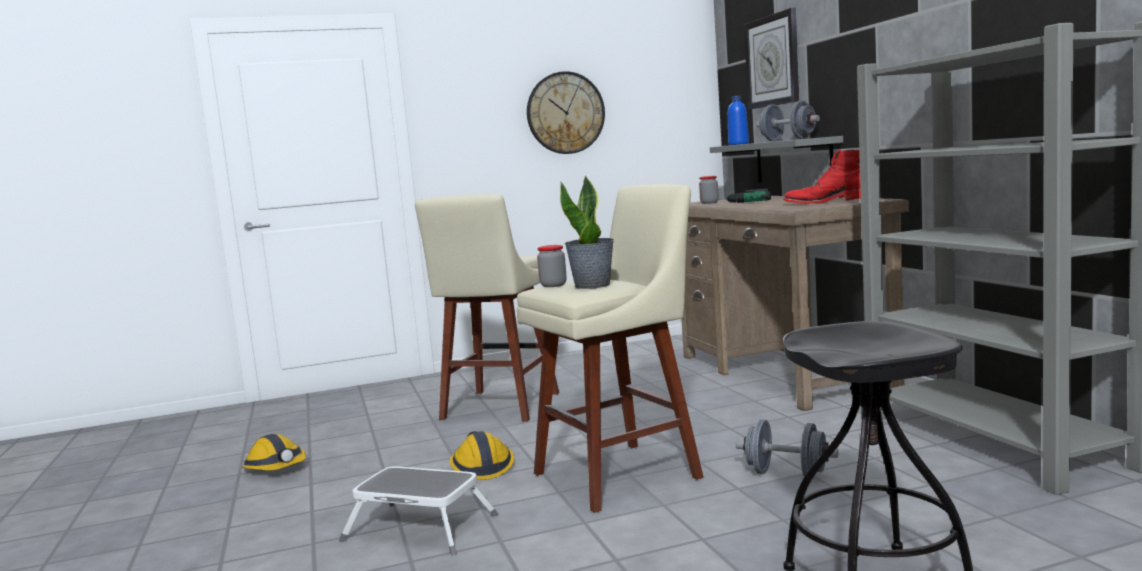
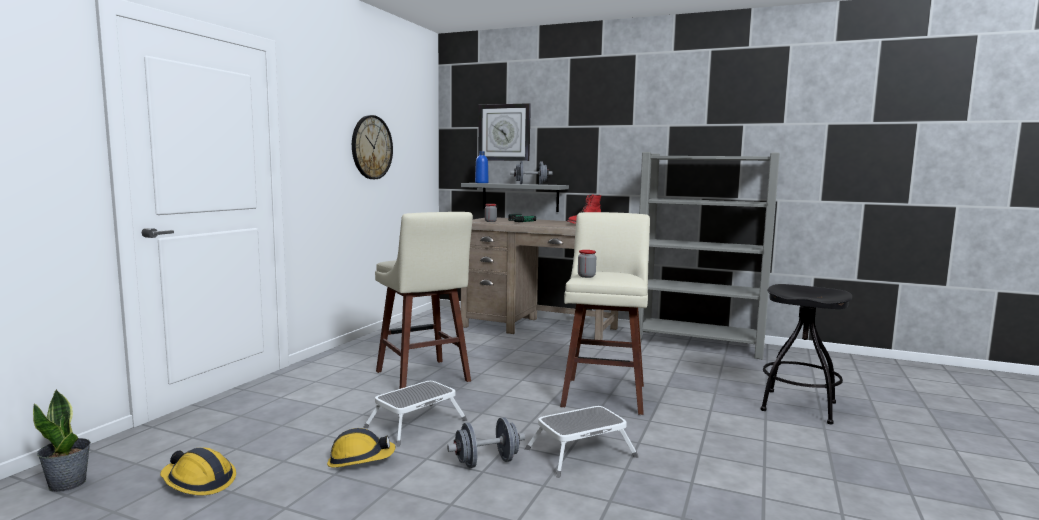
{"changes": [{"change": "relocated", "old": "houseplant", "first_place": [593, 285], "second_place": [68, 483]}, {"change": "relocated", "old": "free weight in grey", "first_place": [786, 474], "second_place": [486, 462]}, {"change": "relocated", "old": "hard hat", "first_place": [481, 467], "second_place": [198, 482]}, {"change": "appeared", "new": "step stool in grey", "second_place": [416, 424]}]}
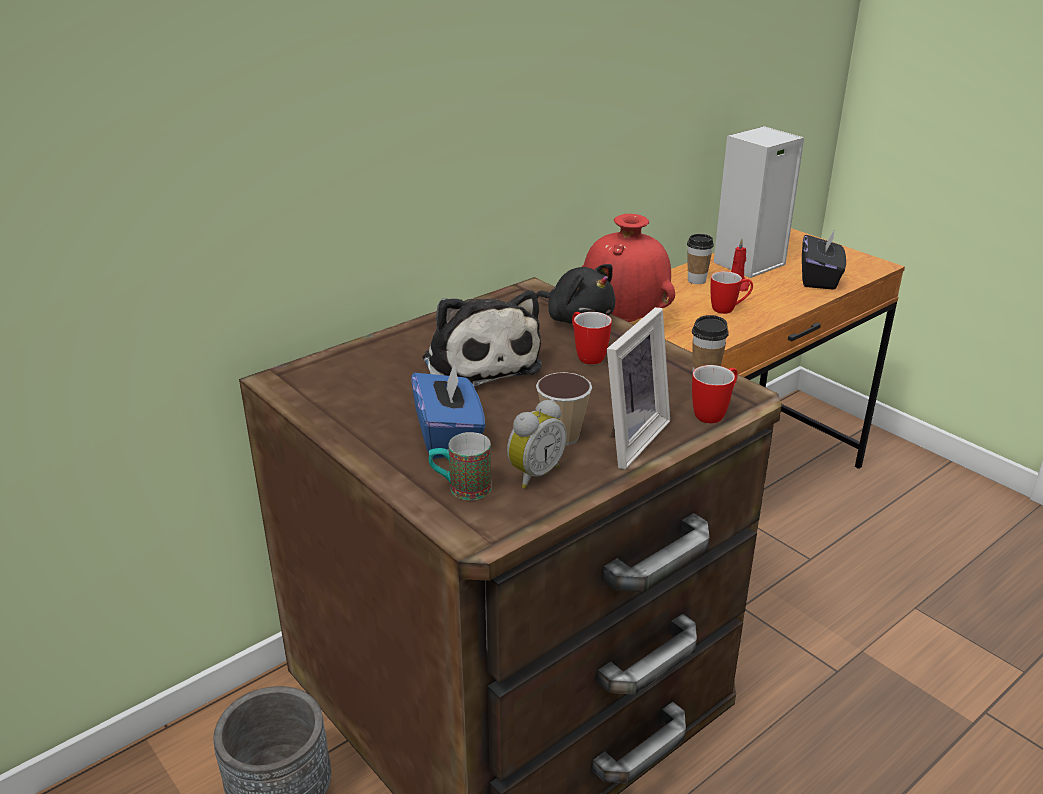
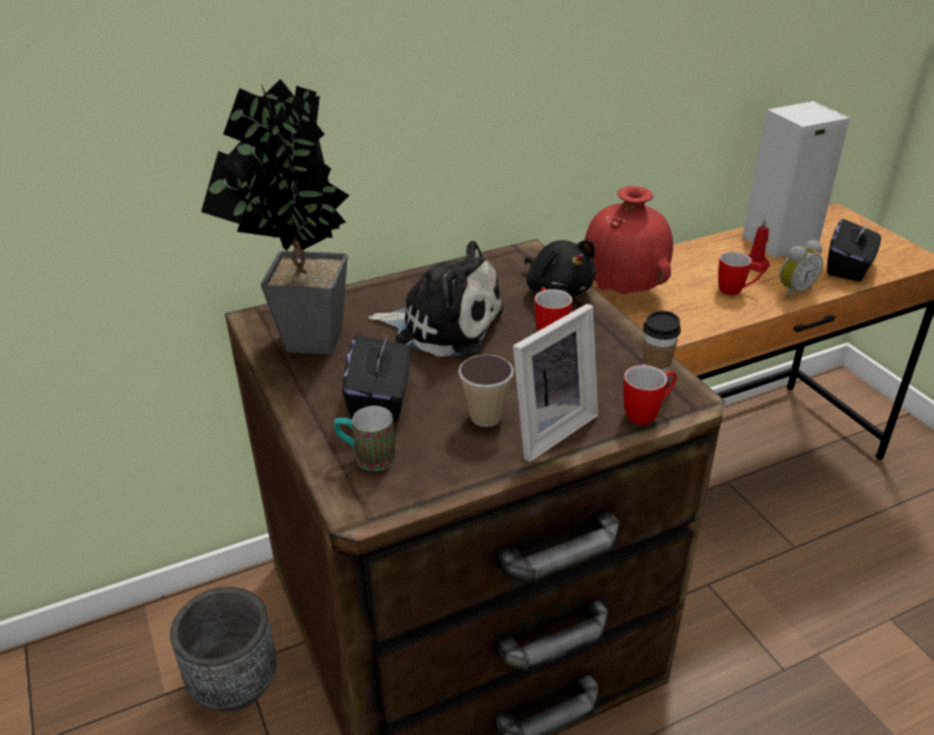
{"changes": [{"change": "missing", "old": "drinking cup", "first_place": [696, 280]}, {"change": "spun", "old": "cuddly toy", "first_place": [479, 362], "second_place": [443, 325], "degrees": -60}, {"change": "colour", "old": "box of tissues in bluish", "new": "box of tissues in black-coloured", "first_place": [449, 436], "second_place": [380, 400]}, {"change": "relocated", "old": "table clock", "first_place": [533, 474], "second_place": [793, 291]}, {"change": "appeared", "new": "houseplant", "second_place": [306, 344]}]}
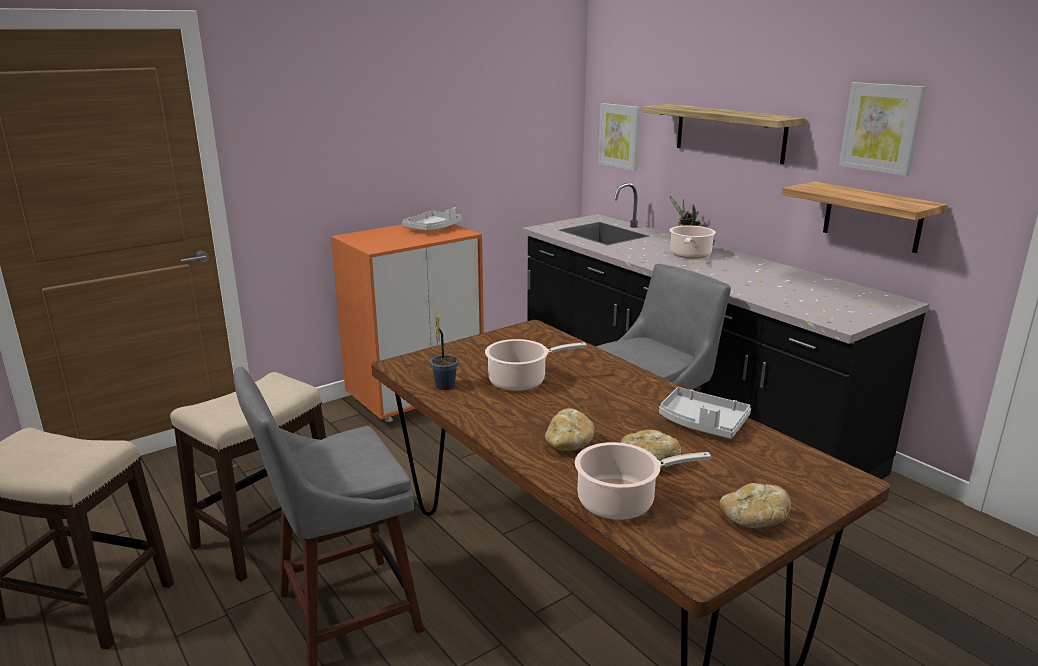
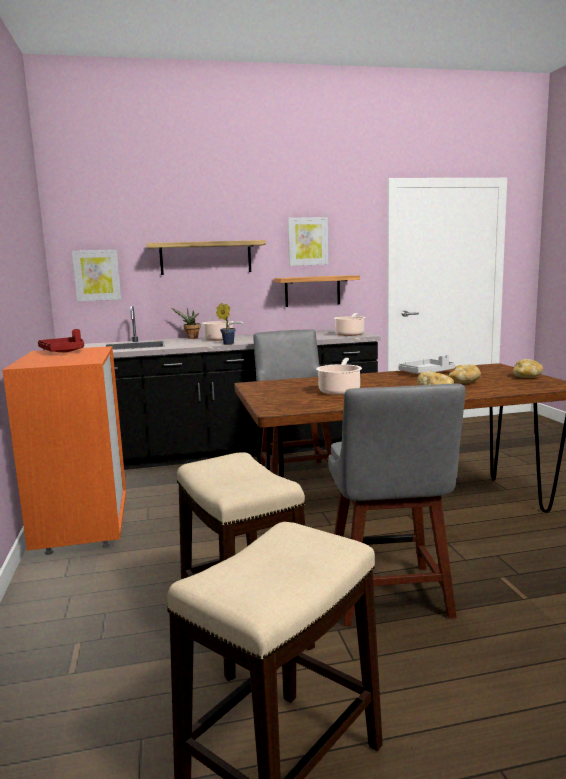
{"changes": [{"change": "colour", "old": "tray in grey", "new": "tray in red-coloured", "first_place": [433, 228], "second_place": [64, 352]}, {"change": "relocated", "old": "houseplant", "first_place": [445, 385], "second_place": [227, 344]}, {"change": "relocated", "old": "cooking pot", "first_place": [621, 501], "second_place": [350, 334]}]}
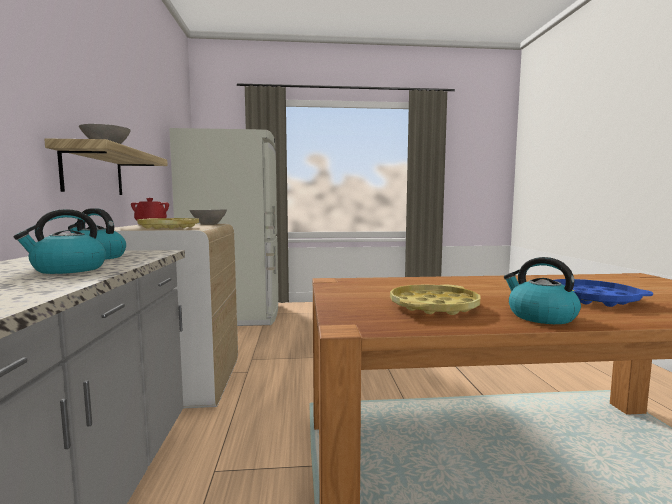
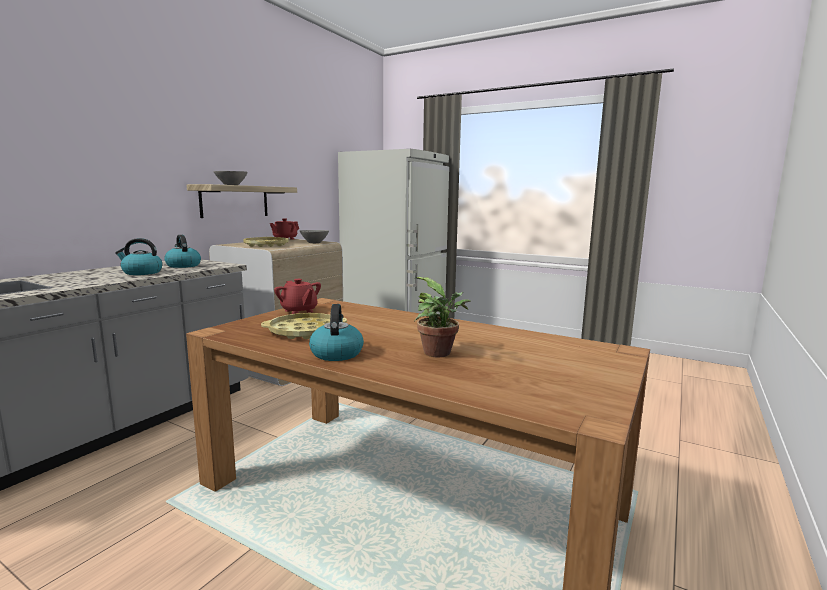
{"changes": [{"change": "exchanged", "old": "tray in bluish", "new": "houseplant", "first_place": [590, 299], "second_place": [440, 354]}, {"change": "appeared", "new": "tea pot in red-coloured", "second_place": [299, 311]}]}
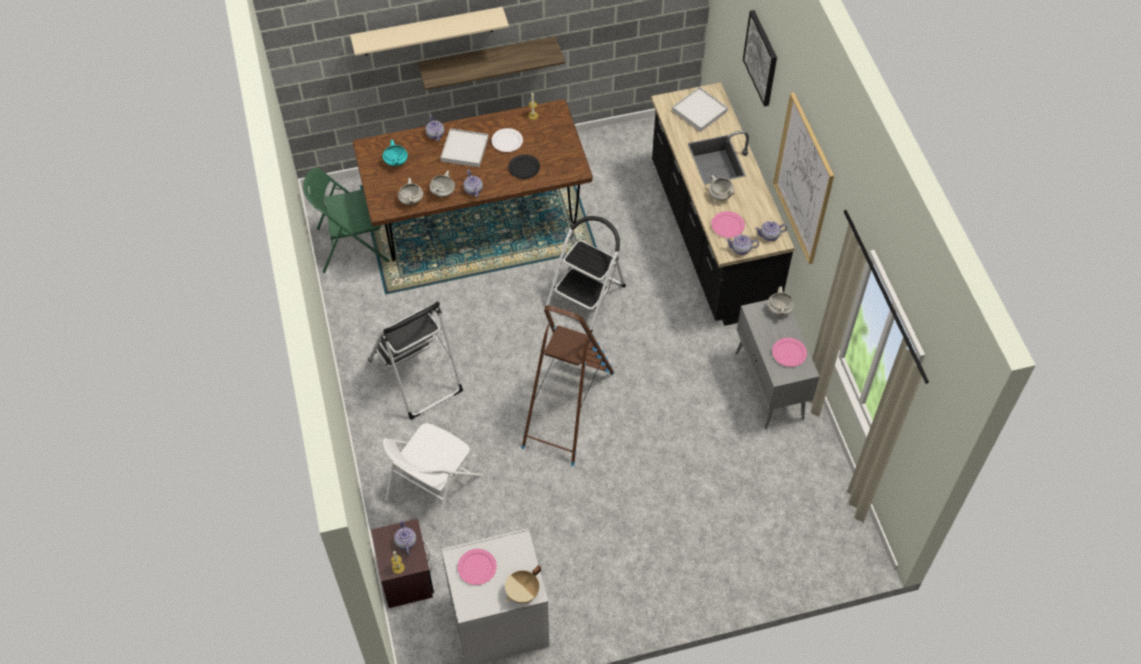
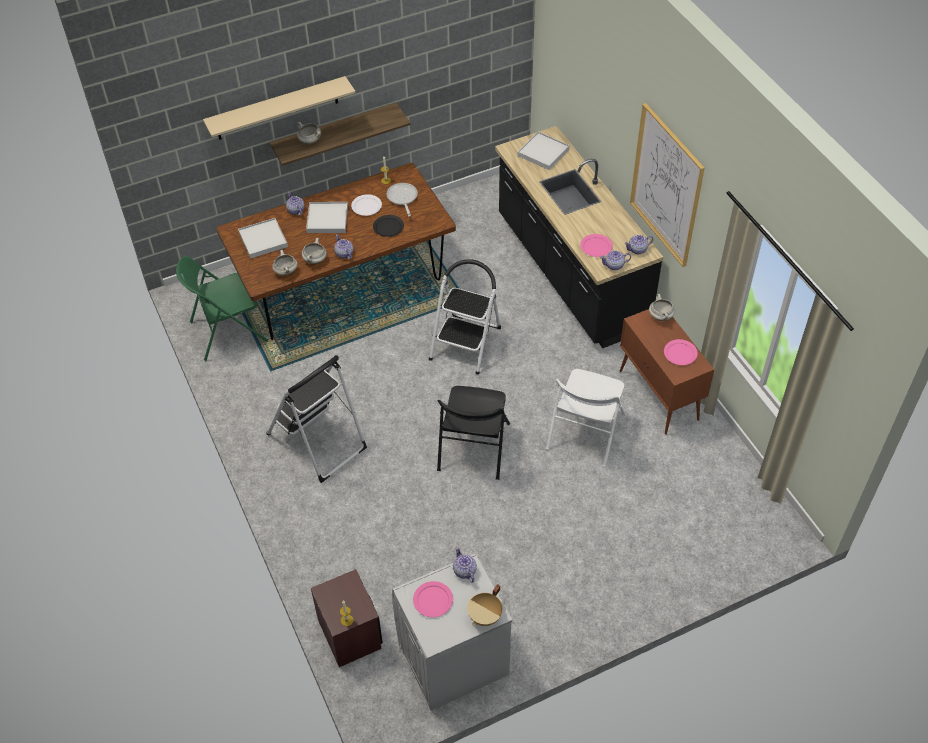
{"changes": [{"change": "missing", "old": "picture", "first_place": [761, 58]}, {"change": "exchanged", "old": "cooking pot in blue-green", "new": "tray in white", "first_place": [396, 162], "second_place": [263, 240]}, {"change": "relocated", "old": "cooking pot in white", "first_place": [720, 195], "second_place": [309, 141]}, {"change": "colour", "old": "storage cabinet in grey", "new": "storage cabinet in brown", "first_place": [769, 387], "second_place": [659, 396]}, {"change": "exchanged", "old": "step stool in brown", "new": "plain chair in black-coloured", "first_place": [568, 408], "second_place": [473, 447]}, {"change": "relocated", "old": "plain chair in white", "first_place": [433, 487], "second_place": [585, 432]}, {"change": "relocated", "old": "tea pot", "first_place": [405, 542], "second_place": [464, 571]}, {"change": "appeared", "new": "pan", "second_place": [402, 198]}]}
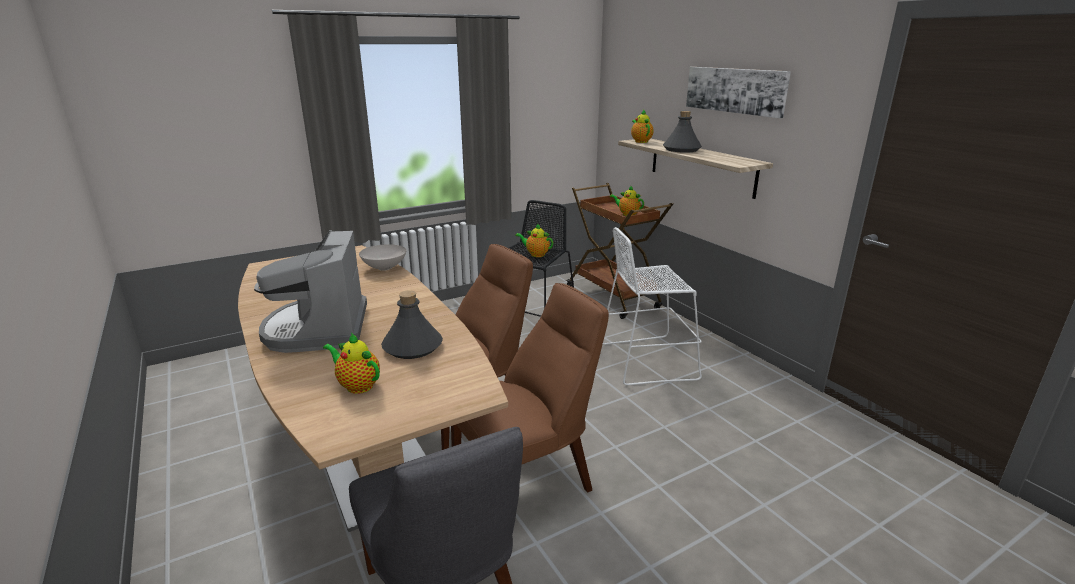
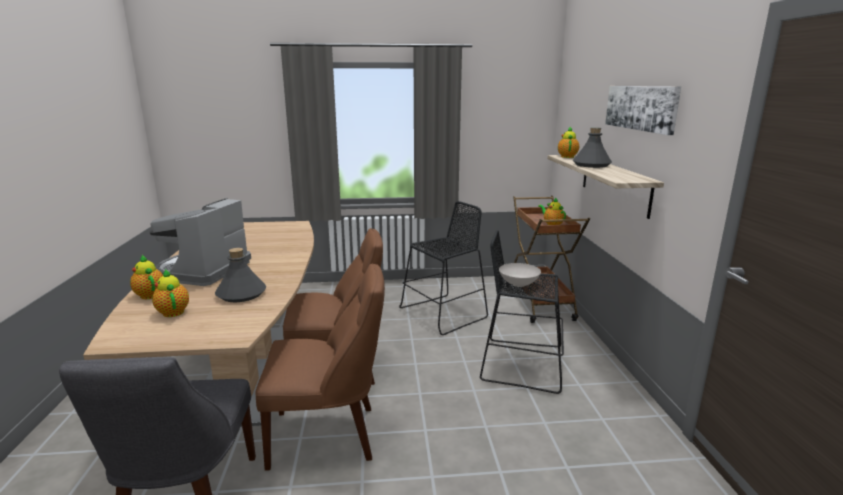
{"changes": [{"change": "relocated", "old": "tea pot", "first_place": [536, 254], "second_place": [149, 294]}, {"change": "colour", "old": "stool in white", "new": "stool in black-coloured", "first_place": [648, 360], "second_place": [524, 364]}, {"change": "relocated", "old": "serving bowl in white", "first_place": [384, 268], "second_place": [519, 284]}]}
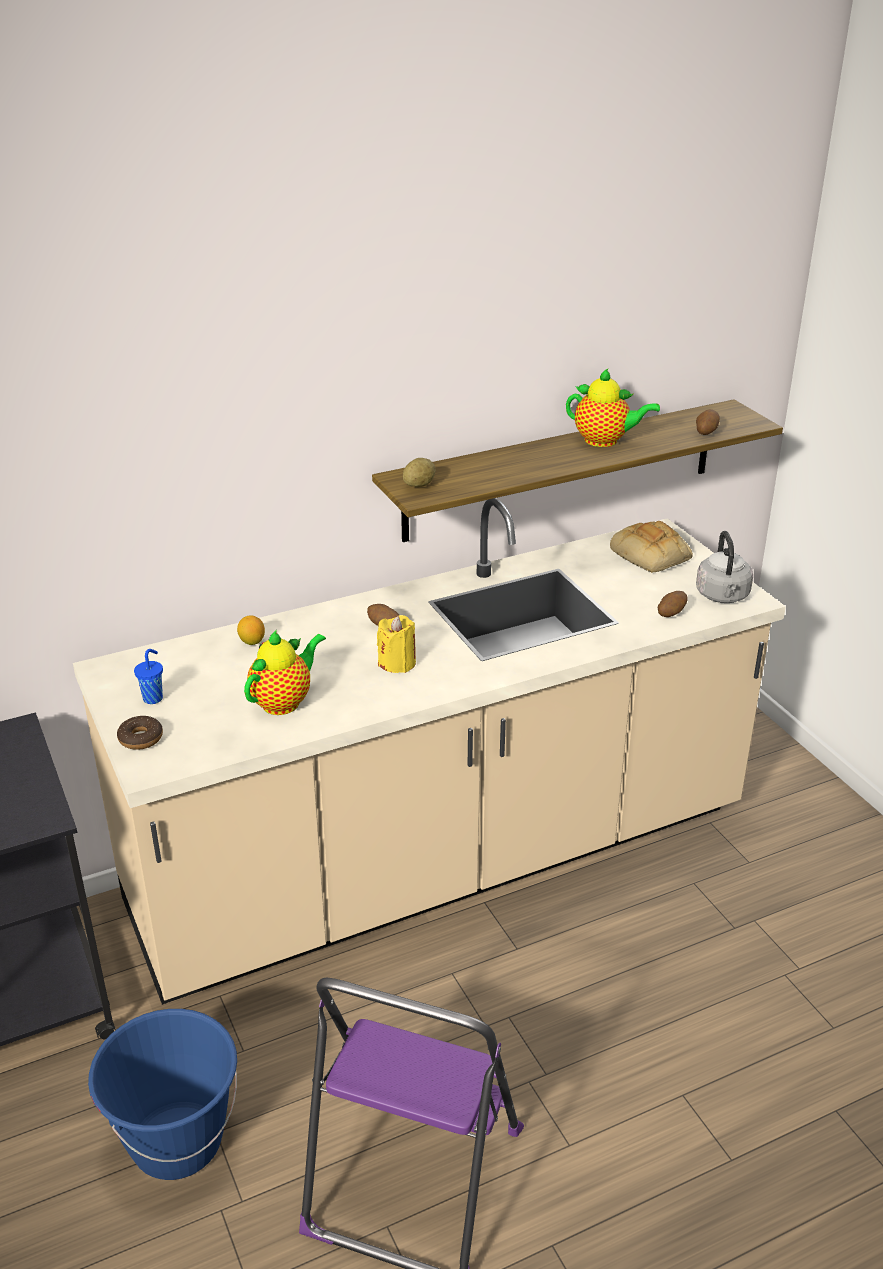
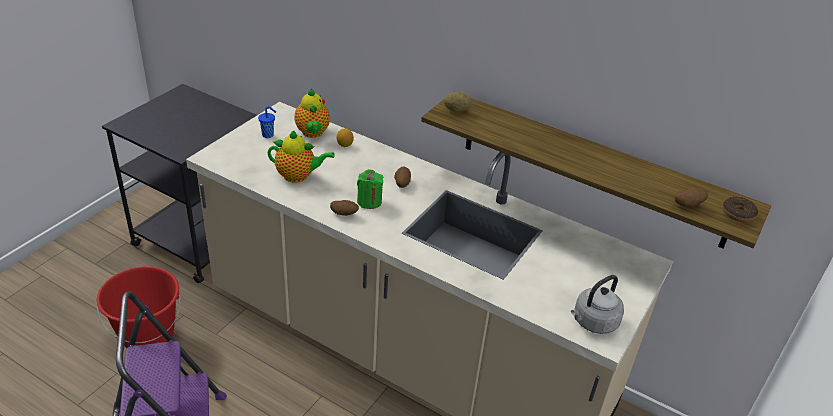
{"changes": [{"change": "relocated", "old": "tea pot", "first_place": [605, 441], "second_place": [312, 133]}, {"change": "missing", "old": "baked bread", "first_place": [652, 555]}, {"change": "relocated", "old": "spud", "first_place": [670, 614], "second_place": [344, 214]}, {"change": "colour", "old": "wax light in yellow-coloured", "new": "wax light in green-coloured", "first_place": [397, 663], "second_place": [369, 201]}, {"change": "relocated", "old": "ring doughnut", "first_place": [140, 738], "second_place": [738, 213]}, {"change": "colour", "old": "water bucket in bluish", "new": "water bucket in red-coloured", "first_place": [176, 1142], "second_place": [148, 337]}]}
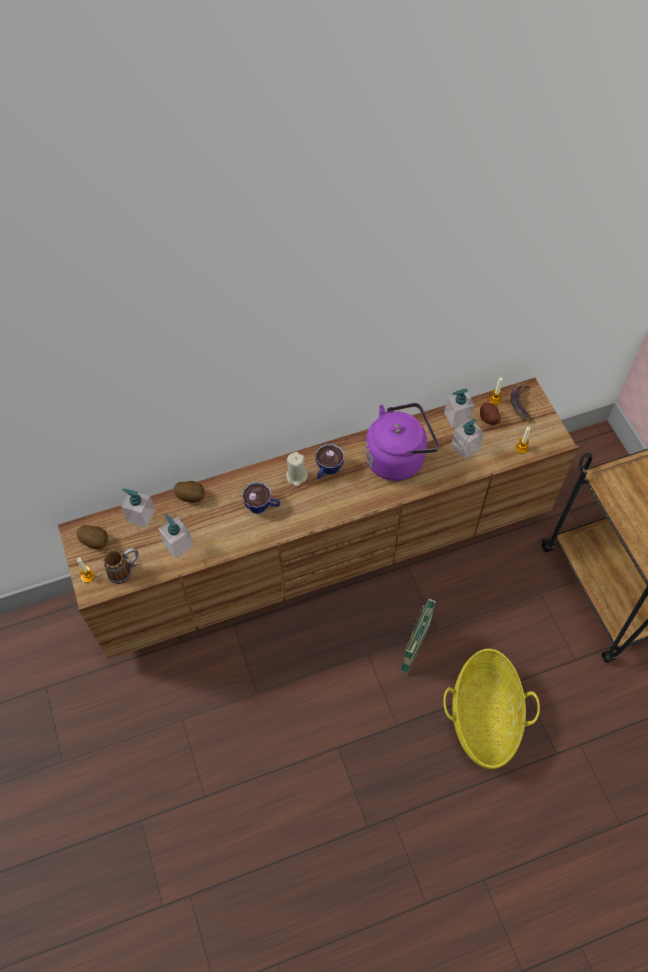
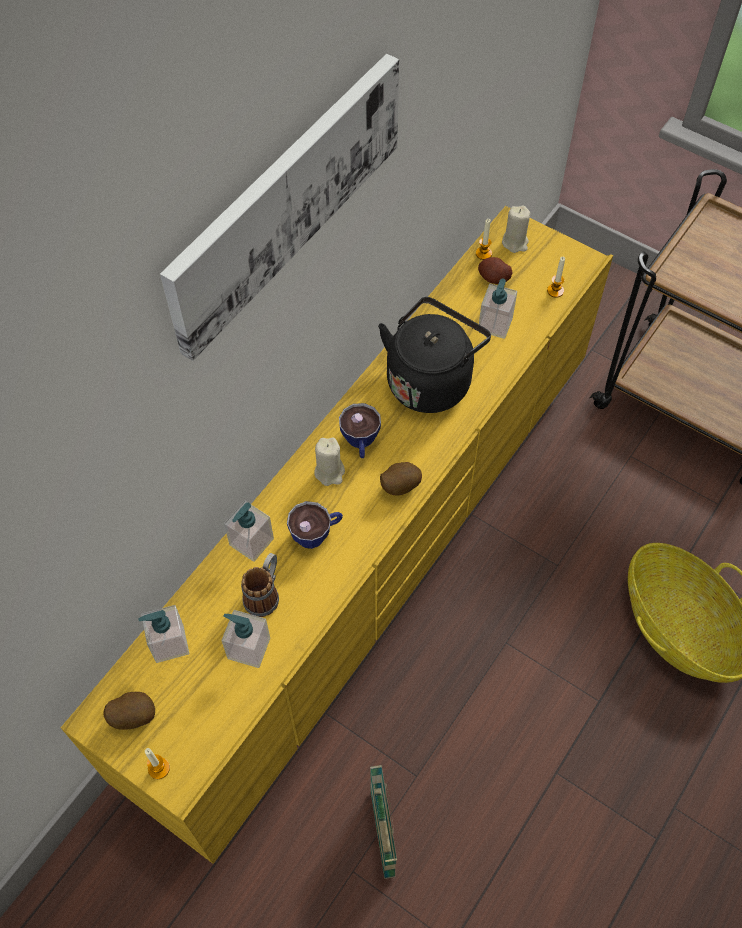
{"changes": [{"change": "colour", "old": "storage cabinet in brown", "new": "storage cabinet in yellow-coloured", "first_place": [324, 556], "second_place": [370, 563]}, {"change": "exchanged", "old": "whole banana", "new": "wax light in beige", "first_place": [521, 404], "second_place": [515, 242]}, {"change": "relocated", "old": "soap dispenser", "first_place": [456, 417], "second_place": [251, 542]}, {"change": "colour", "old": "water kettle in purplish", "new": "water kettle in black-coloured", "first_place": [398, 458], "second_place": [431, 380]}, {"change": "relocated", "old": "spud", "first_place": [191, 496], "second_place": [399, 486]}, {"change": "relocated", "old": "mug", "first_place": [125, 570], "second_place": [265, 594]}, {"change": "relocated", "old": "storage basket", "first_place": [415, 648], "second_place": [382, 833]}, {"change": "appeared", "new": "picture", "second_place": [285, 200]}]}
